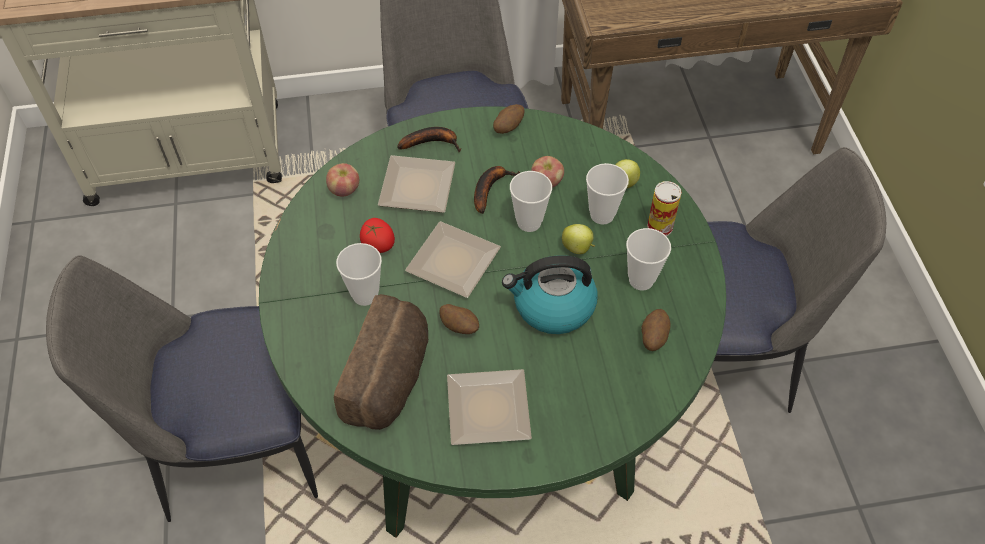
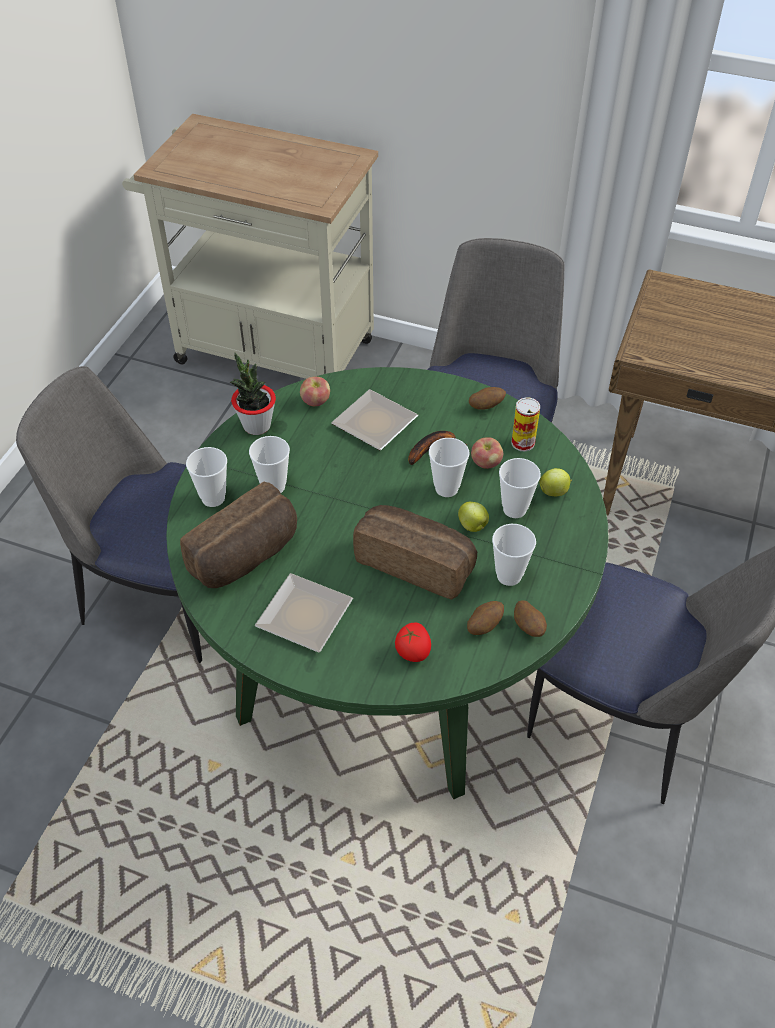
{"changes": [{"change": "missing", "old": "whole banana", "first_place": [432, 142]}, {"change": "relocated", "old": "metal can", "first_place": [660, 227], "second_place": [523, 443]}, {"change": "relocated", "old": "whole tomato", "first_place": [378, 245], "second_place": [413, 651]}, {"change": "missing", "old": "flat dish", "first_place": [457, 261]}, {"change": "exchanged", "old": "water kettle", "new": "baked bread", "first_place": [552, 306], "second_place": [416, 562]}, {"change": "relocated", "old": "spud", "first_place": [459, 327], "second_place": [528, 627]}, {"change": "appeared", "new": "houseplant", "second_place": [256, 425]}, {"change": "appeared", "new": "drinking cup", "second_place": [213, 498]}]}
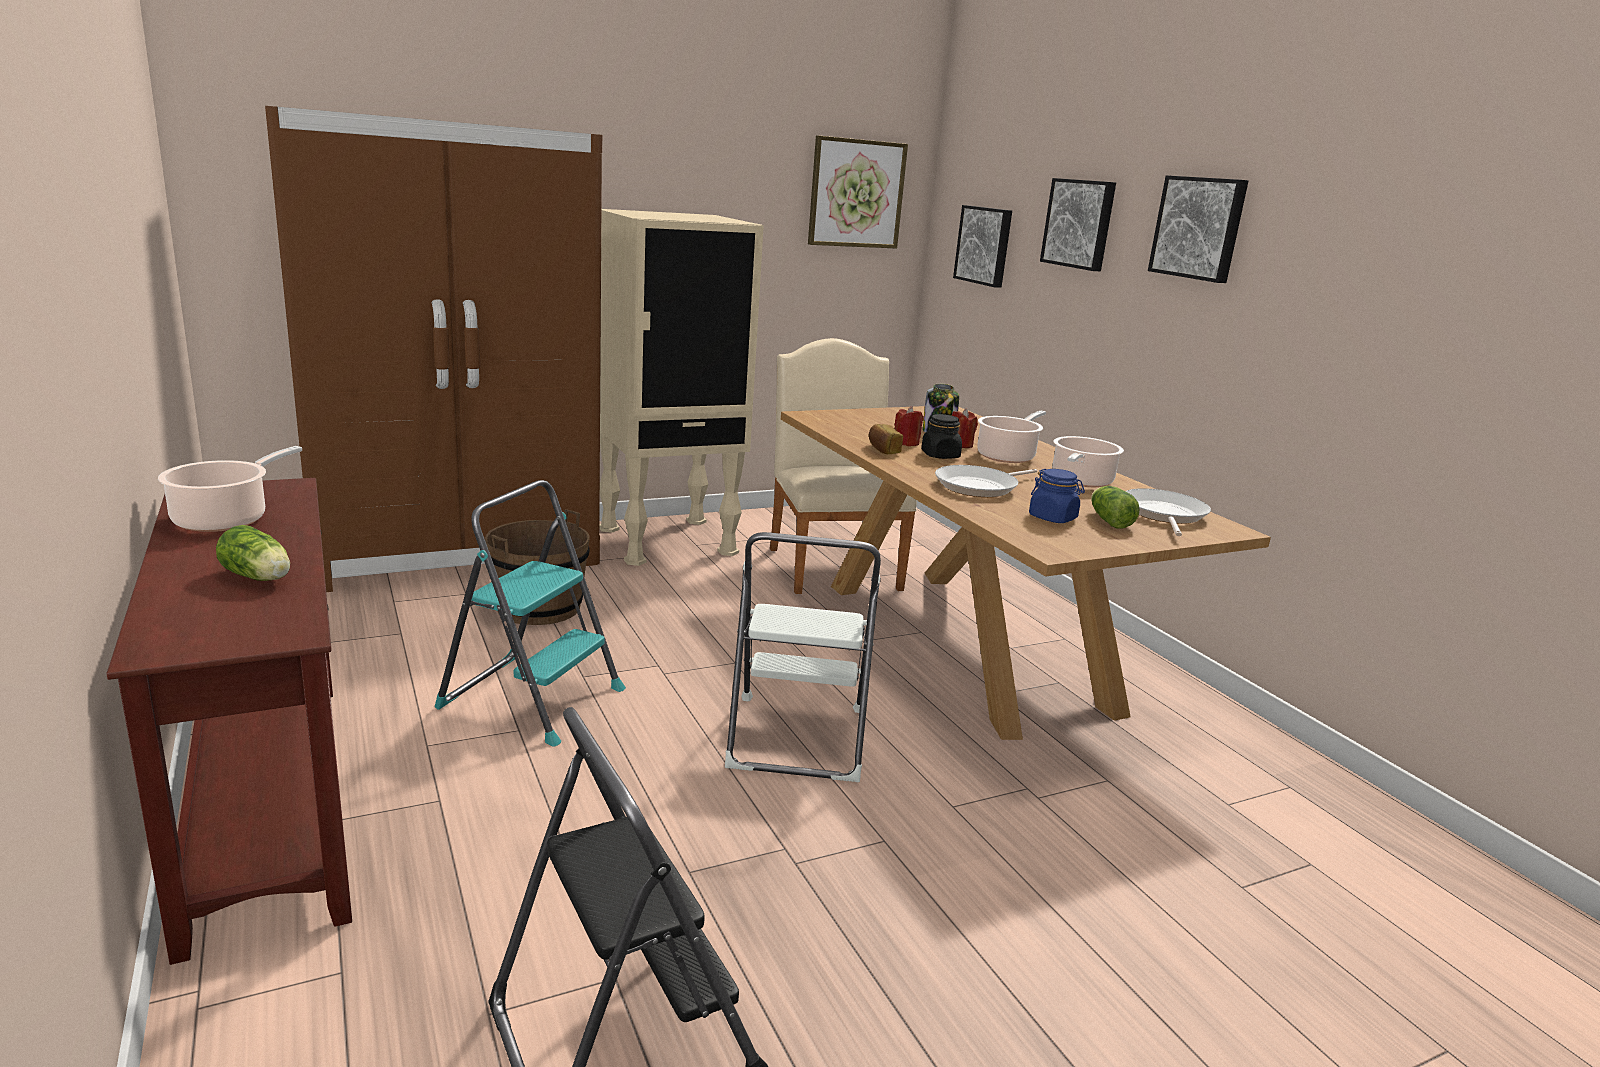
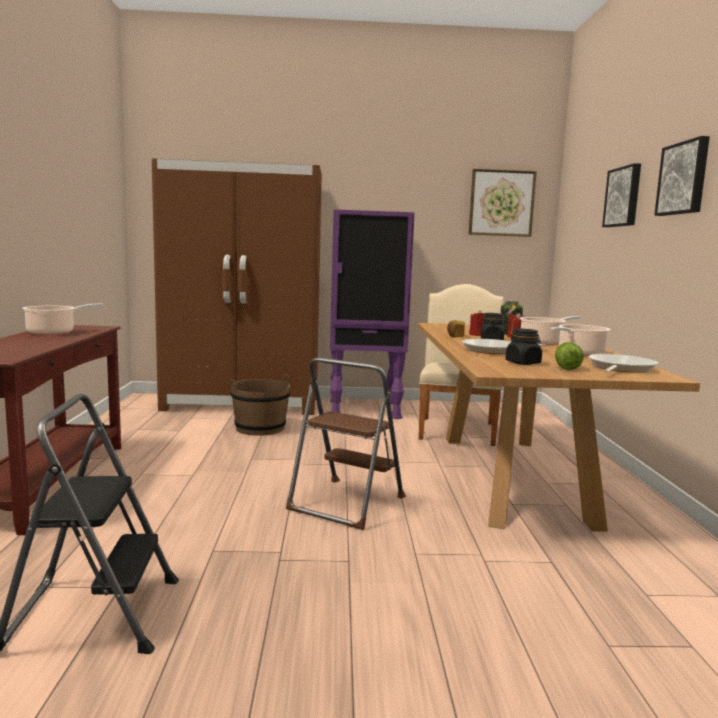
{"changes": [{"change": "missing", "old": "picture", "first_place": [985, 245]}, {"change": "colour", "old": "storage cabinet in beige", "new": "storage cabinet in purplish", "first_place": [669, 540], "second_place": [365, 409]}, {"change": "colour", "old": "preserve jar in bluish", "new": "preserve jar in black-coloured", "first_place": [1053, 518], "second_place": [523, 363]}, {"change": "missing", "old": "step stool in blue-green", "first_place": [527, 695]}, {"change": "missing", "old": "head of lettuce", "first_place": [259, 578]}, {"change": "colour", "old": "step stool in white", "new": "step stool in brown", "first_place": [795, 740], "second_place": [344, 504]}]}
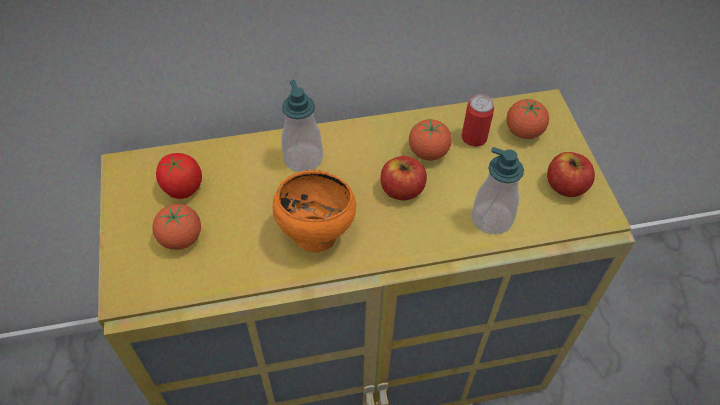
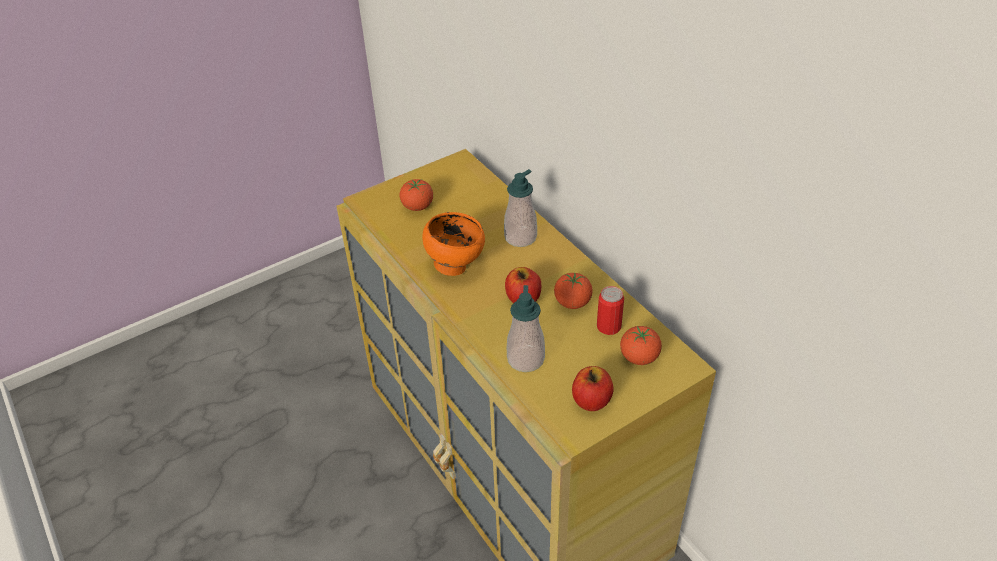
{"changes": [{"change": "missing", "old": "whole tomato", "first_place": [182, 189]}]}
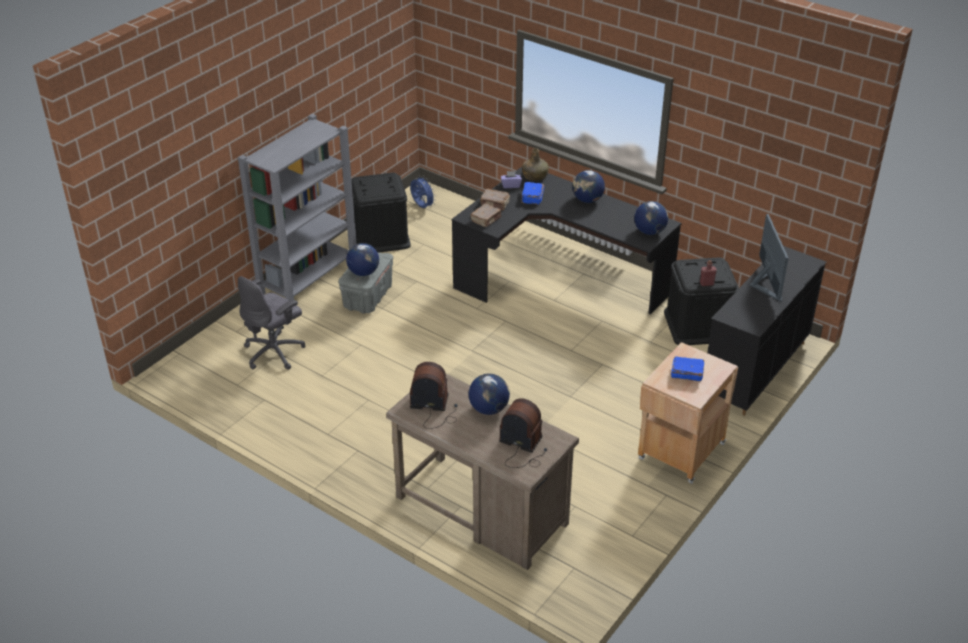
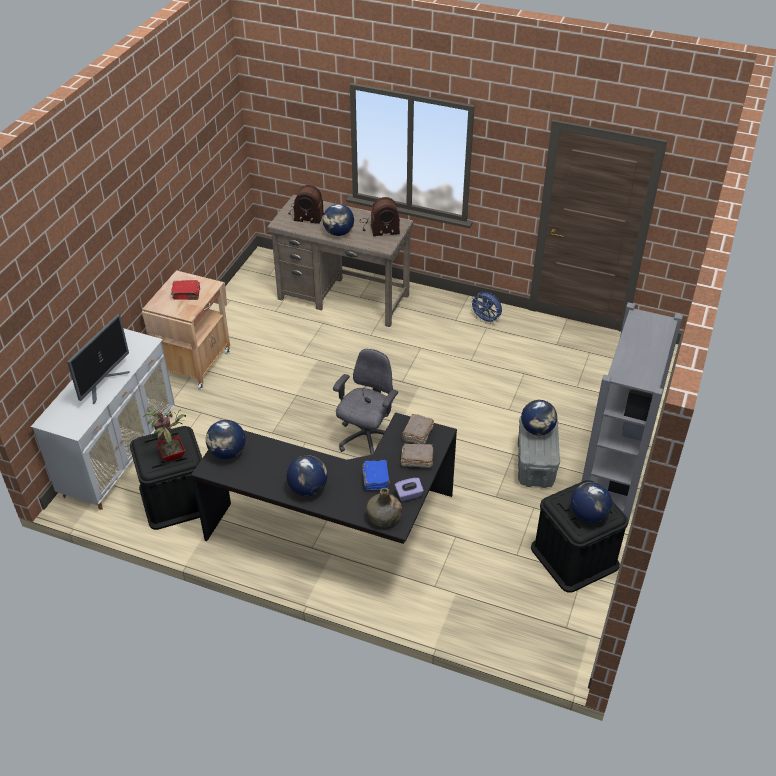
{"changes": [{"change": "relocated", "old": "cooling fan in bluish", "first_place": [422, 207], "second_place": [486, 320]}, {"change": "spun", "old": "monitor", "first_place": [765, 285], "second_place": [104, 383], "degrees": -135}, {"change": "colour", "old": "storage cabinet in black-coloured", "new": "storage cabinet in white", "first_place": [755, 370], "second_place": [119, 454]}, {"change": "relocated", "old": "desk chair in grey", "first_place": [275, 352], "second_place": [366, 439]}, {"change": "colour", "old": "volume in bluish", "new": "volume in red-coloured", "first_place": [686, 373], "second_place": [187, 294]}, {"change": "appeared", "new": "houseplant", "second_place": [172, 454]}, {"change": "appeared", "new": "world globe", "second_place": [588, 514]}]}
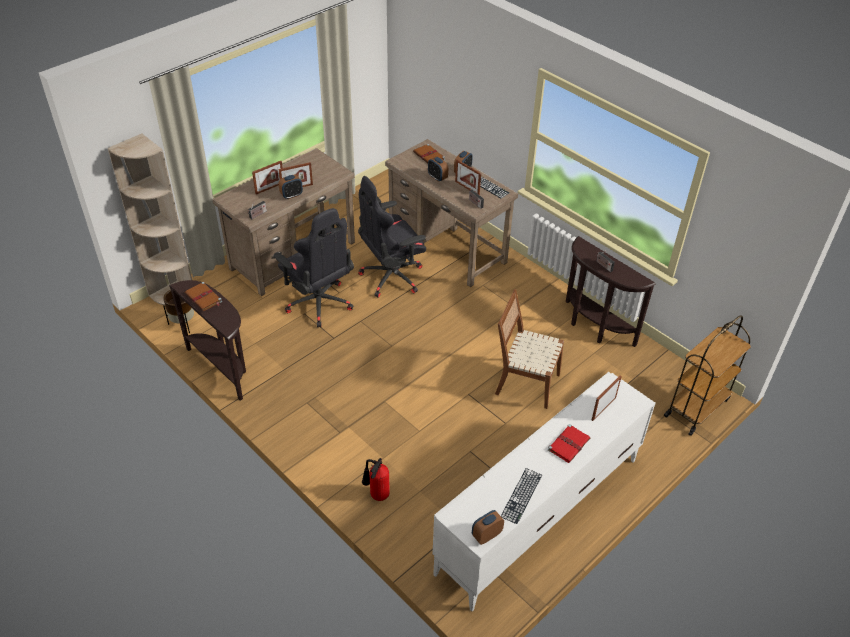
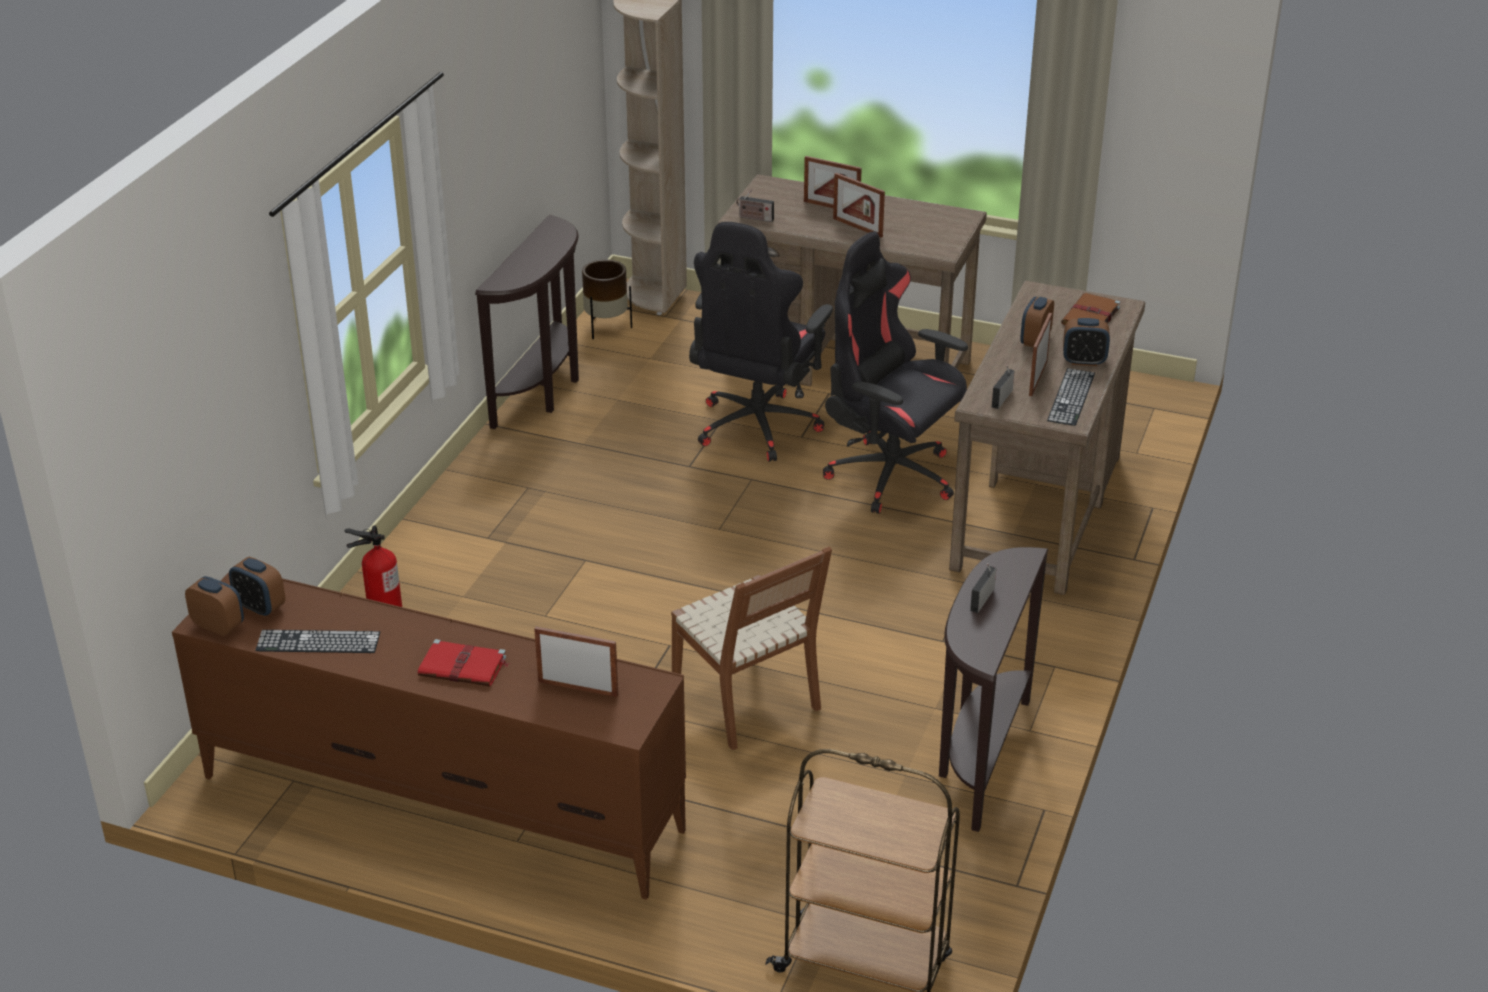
{"changes": [{"change": "relocated", "old": "table clock", "first_place": [291, 195], "second_place": [260, 607]}, {"change": "missing", "old": "volume in brown", "first_place": [204, 298]}, {"change": "spun", "old": "plain chair", "first_place": [524, 383], "second_place": [748, 704], "degrees": 150}, {"change": "colour", "old": "storage cabinet in white", "new": "storage cabinet in brown", "first_place": [539, 516], "second_place": [439, 804]}]}
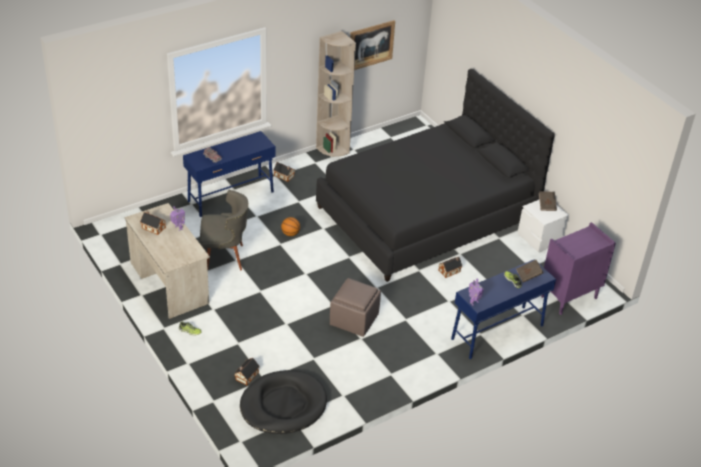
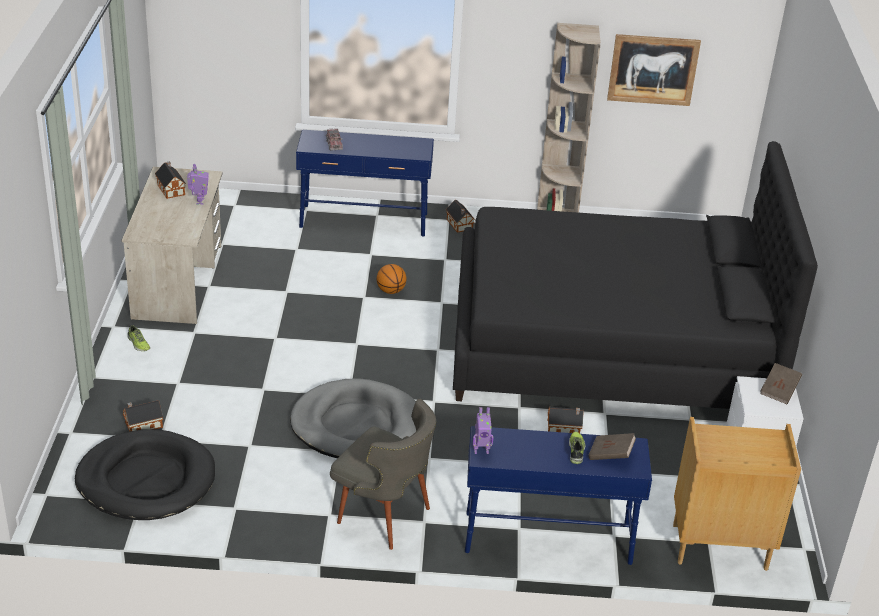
{"changes": [{"change": "relocated", "old": "plain chair in grey", "first_place": [224, 257], "second_place": [383, 516]}, {"change": "colour", "old": "storage cabinet in purplish", "new": "storage cabinet in brown", "first_place": [568, 297], "second_place": [719, 546]}, {"change": "exchanged", "old": "pouffe in brown", "new": "pet bed in grey", "first_place": [353, 320], "second_place": [356, 425]}]}
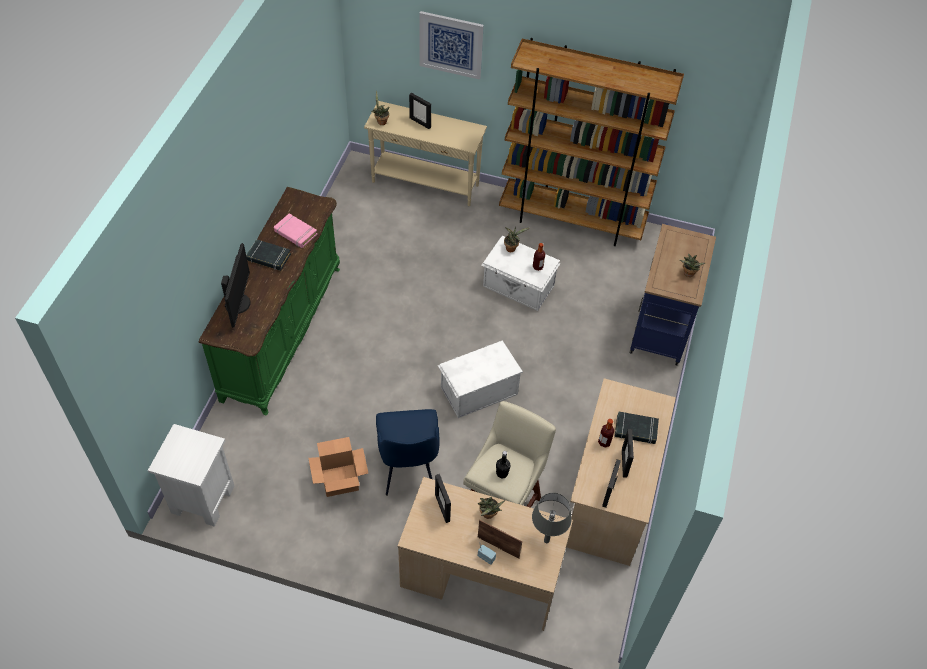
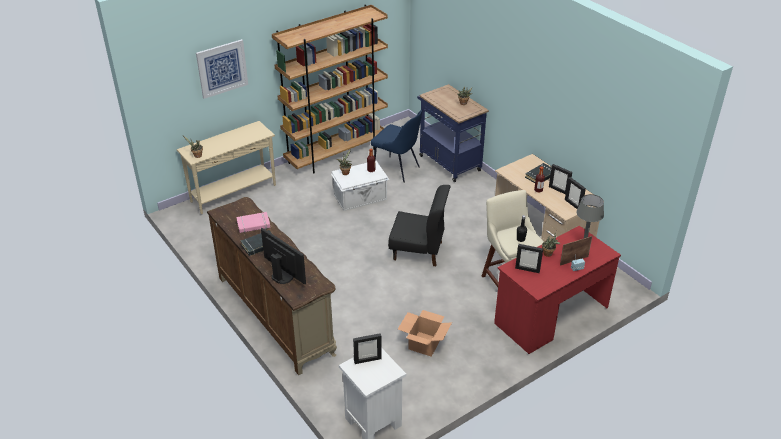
{"changes": [{"change": "relocated", "old": "picture frame", "first_place": [420, 122], "second_place": [367, 359]}, {"change": "colour", "old": "storage cabinet in green-coloured", "new": "storage cabinet in beige", "first_place": [284, 332], "second_place": [276, 314]}, {"change": "exchanged", "old": "storage container in white", "new": "plain chair in black-coloured", "first_place": [478, 390], "second_place": [418, 251]}, {"change": "relocated", "old": "plain chair in bluish", "first_place": [409, 469], "second_place": [397, 169]}, {"change": "colour", "old": "desk in beige", "new": "desk in red-coloured", "first_place": [480, 577], "second_place": [551, 315]}]}
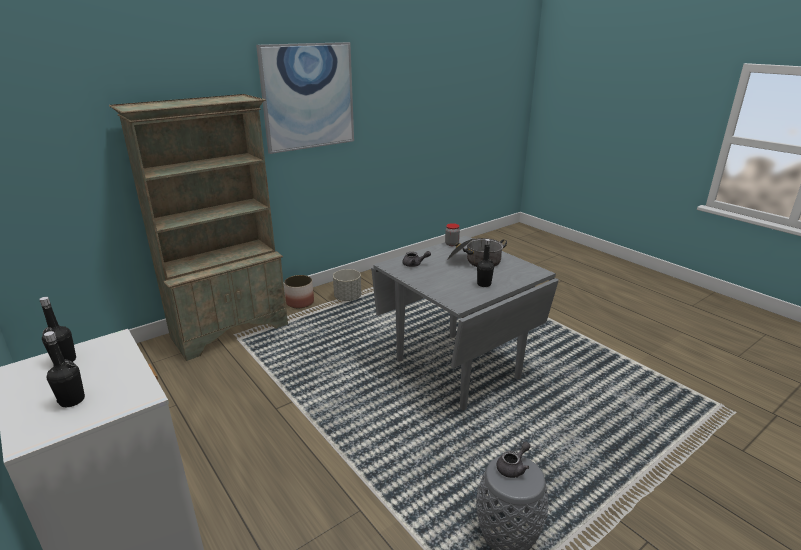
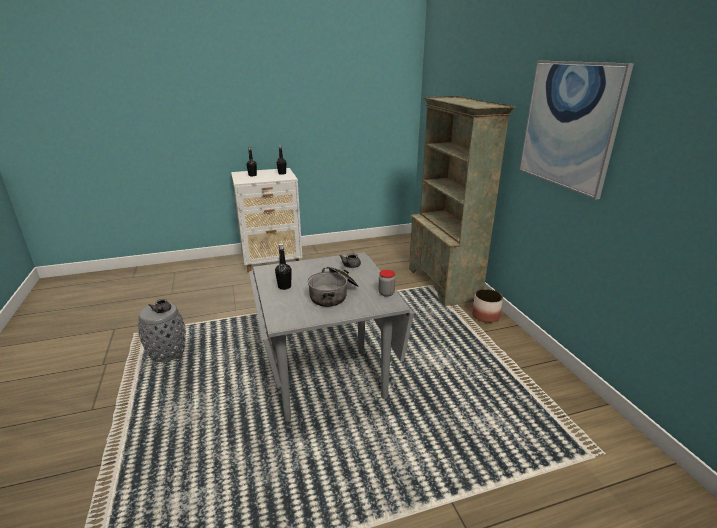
{"changes": [{"change": "missing", "old": "flower pot in grey", "first_place": [348, 298]}]}
